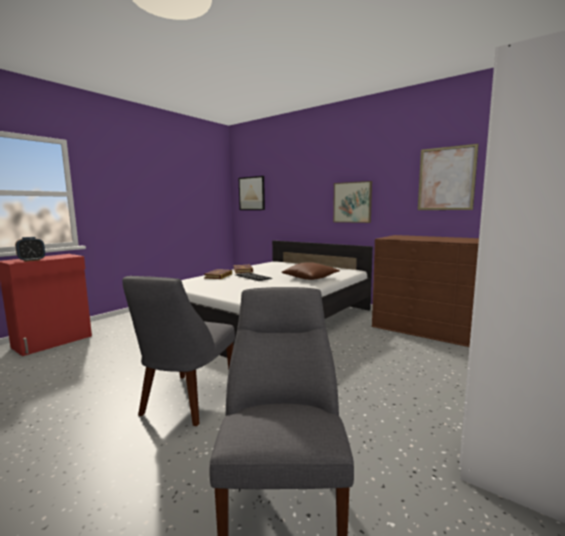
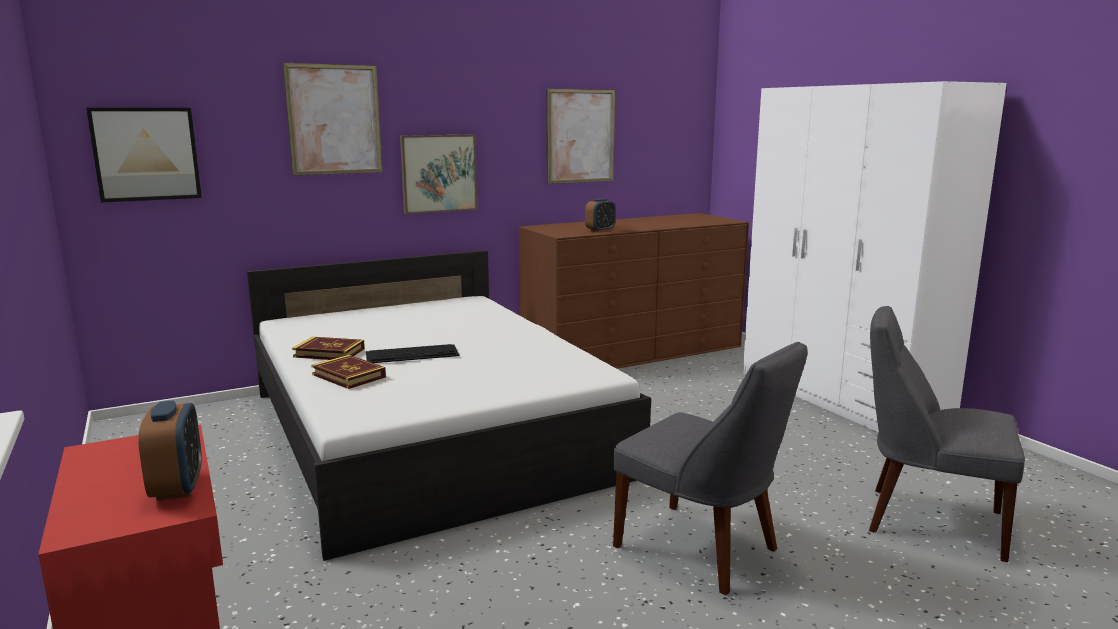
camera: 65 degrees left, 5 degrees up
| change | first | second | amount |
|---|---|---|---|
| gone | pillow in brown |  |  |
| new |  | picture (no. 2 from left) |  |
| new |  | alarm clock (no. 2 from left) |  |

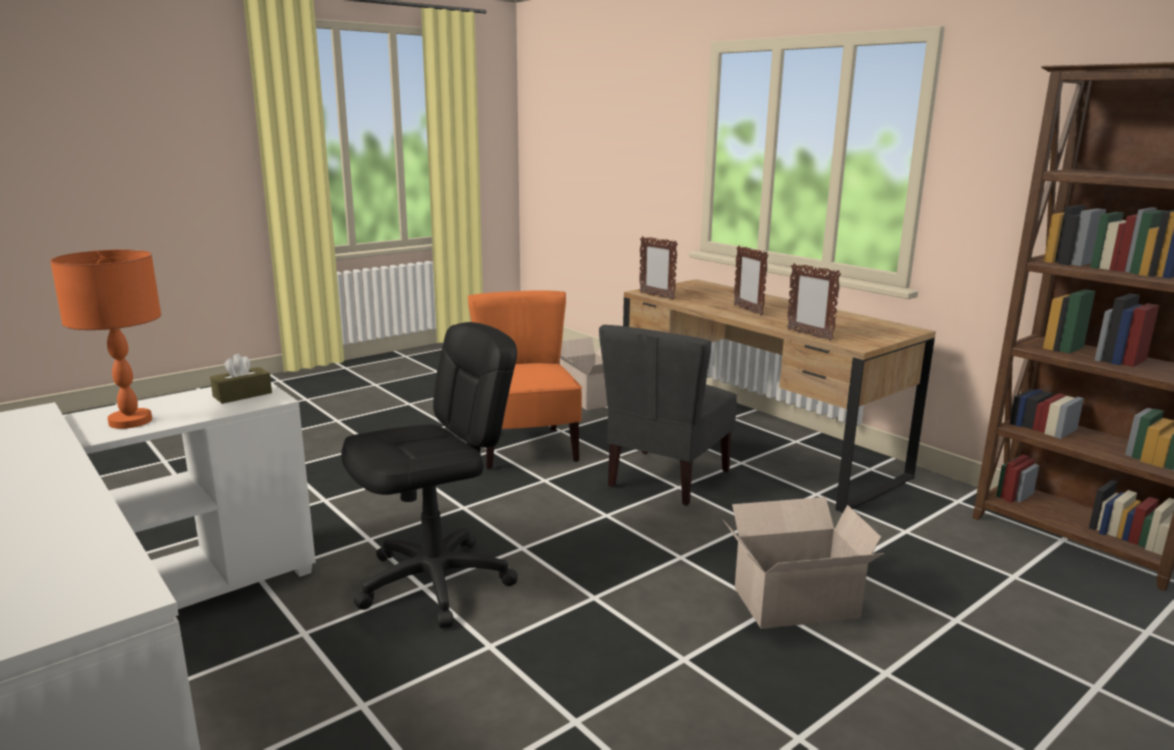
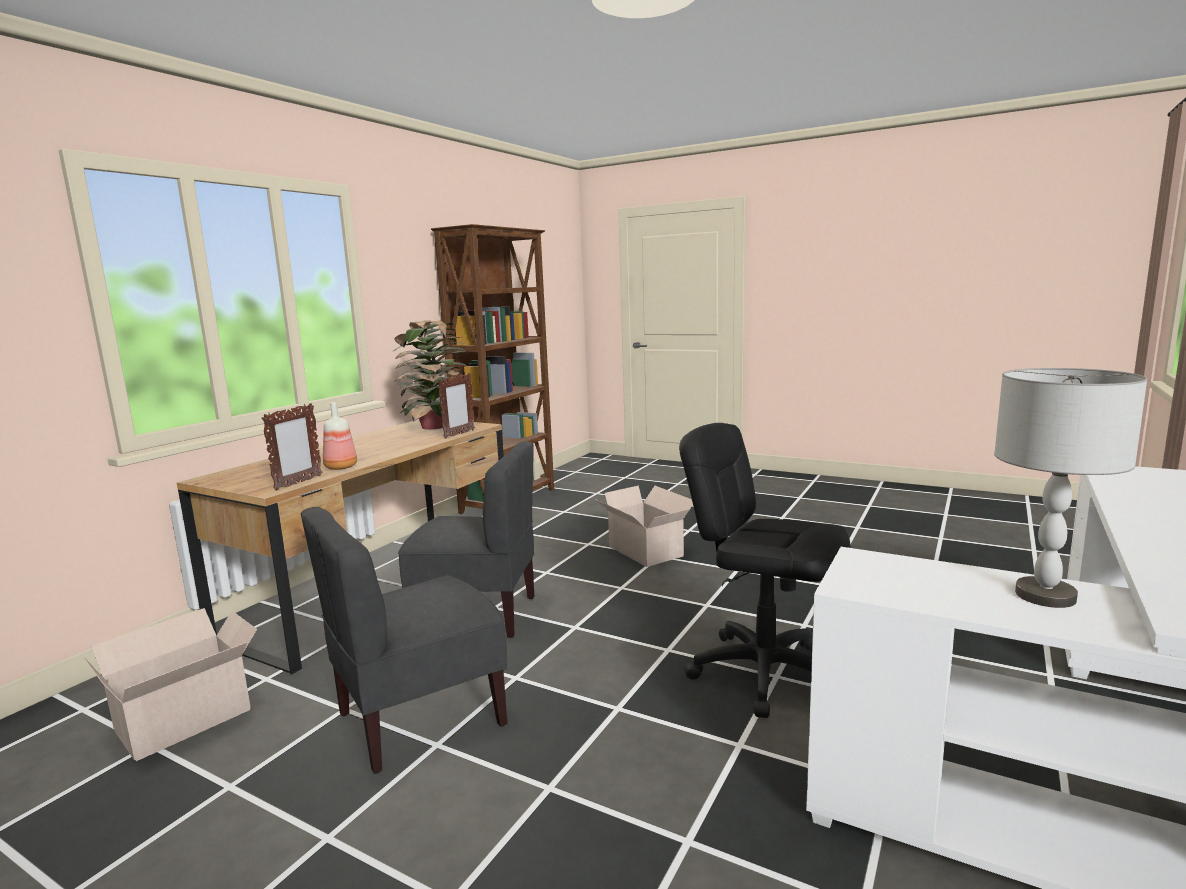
camera: 110 degrees left, 5 degrees down
| change | first | second | amount |
|---|---|---|---|
| repainted | table lamp in orange | table lamp in grey |  |
| gone | tissue box in brown |  |  |
| repainted | chair in orange | chair in grey (no. 1 from left) |  |
| gone | picture frame (no. 2 from left) |  |  |
| new |  | bottle |  |
| new |  | potted plant |  |

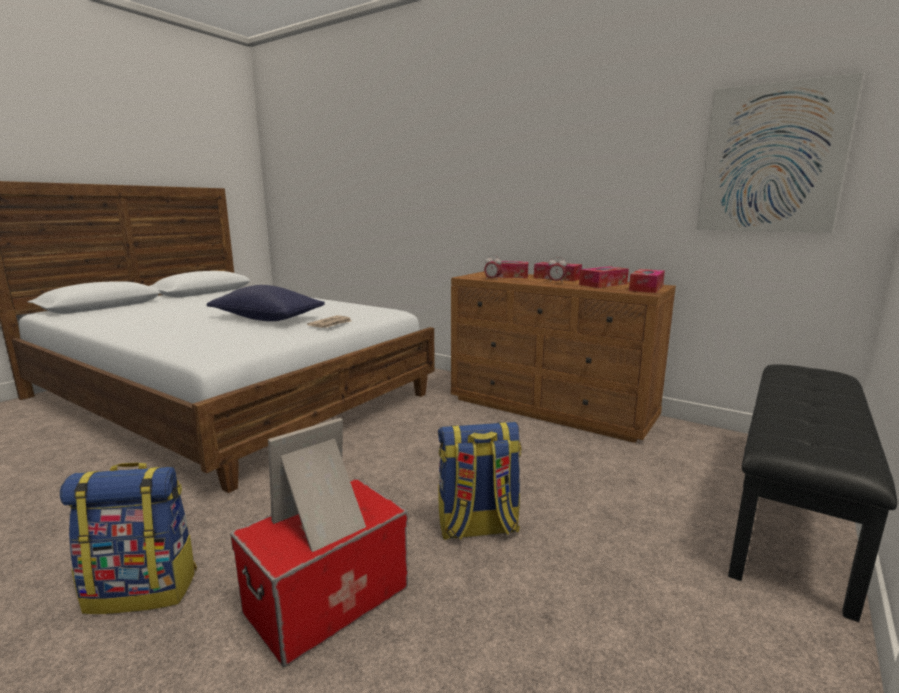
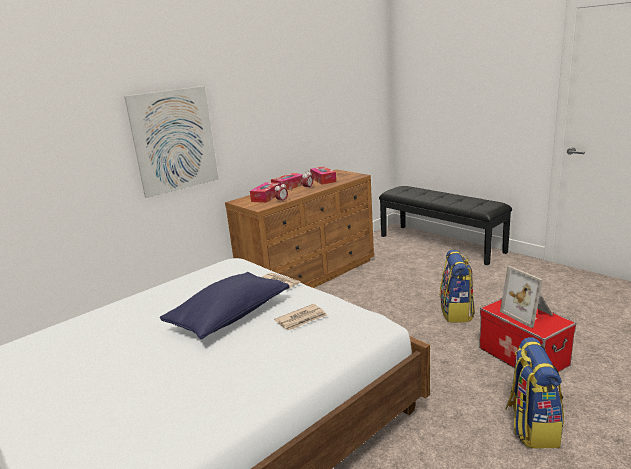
camera: 75 degrees left, 5 degrees up
| change | first | second | amount |
|---|---|---|---|
| gone | tissue box (no. 4 from left) |  |  |
| shifted | picture |  |  |
| new |  | newspaper (no. 2 from left) |  |

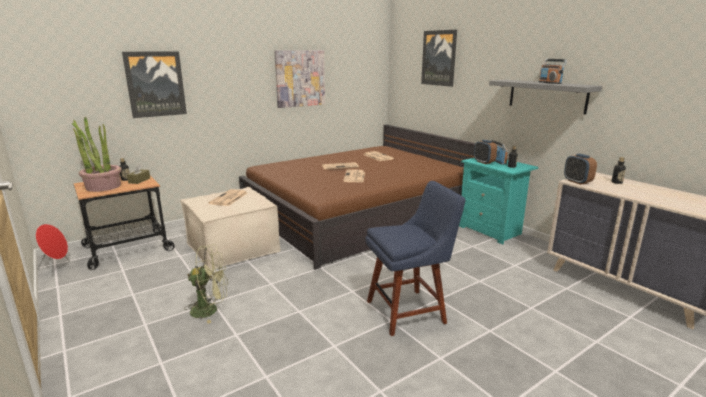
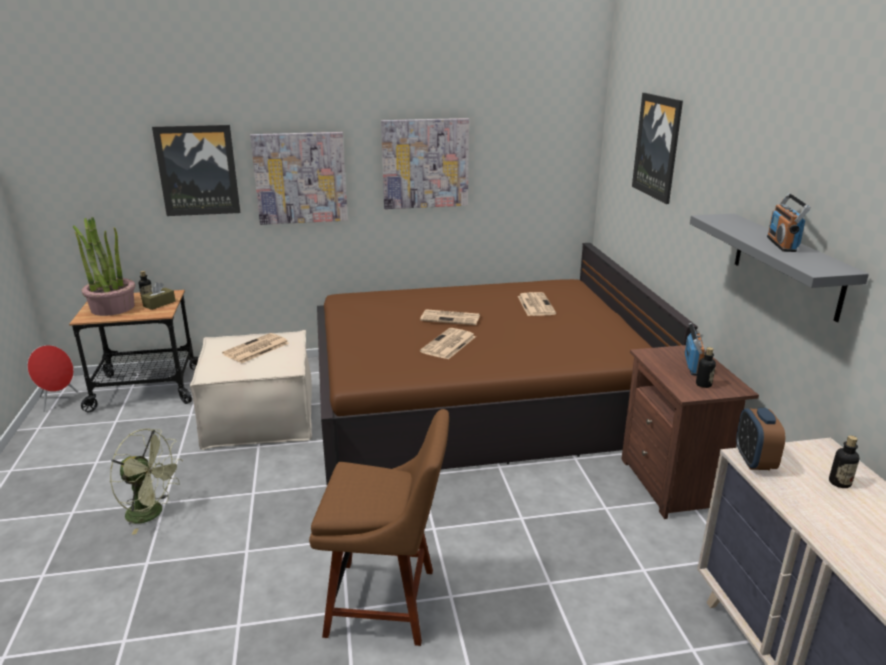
camera: 25 degrees right, 5 degrees up
| change | first | second | amount |
|---|---|---|---|
| repainted | chair in blue | chair in brown |  |
| repainted | nightstand in turquoise | nightstand in brown |  |
| gone | alarm clock (no. 1 from left) |  |  |
| new |  | picture (no. 2 from left) |  |

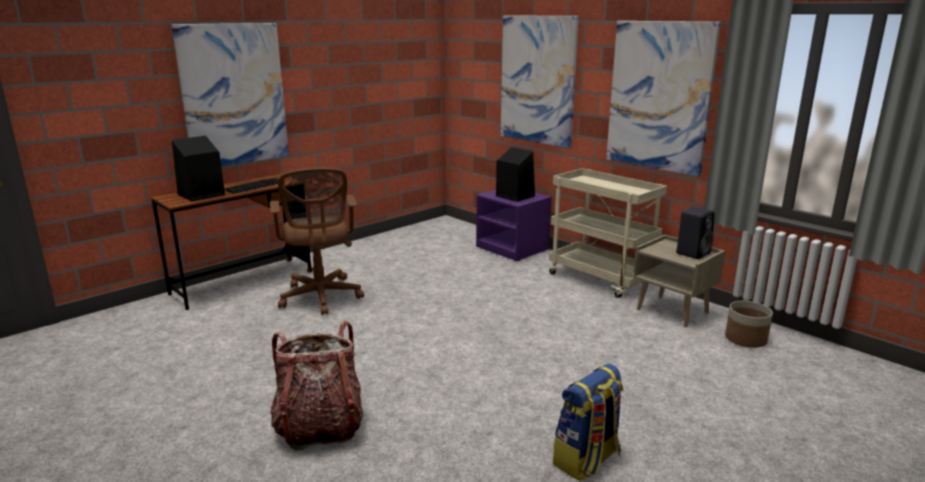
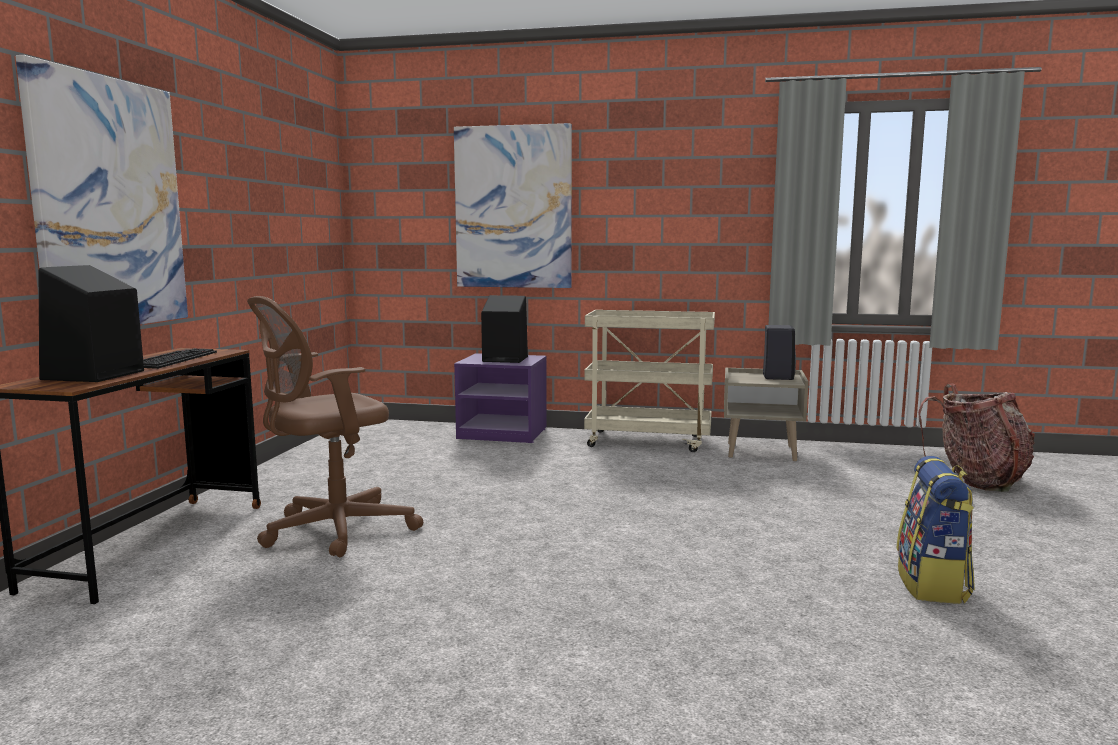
camera: 35 degrees left, 10 degrees down
| change | first | second | amount |
|---|---|---|---|
| rotated | office chair in brown |  | 105 degrees clockwise |
| shifted | backpack (no. 1 from left in the first image) | backpack (no. 2 from left) |  |
| gone | picture (no. 3 from left) |  |  |
| gone | planter |  |  |

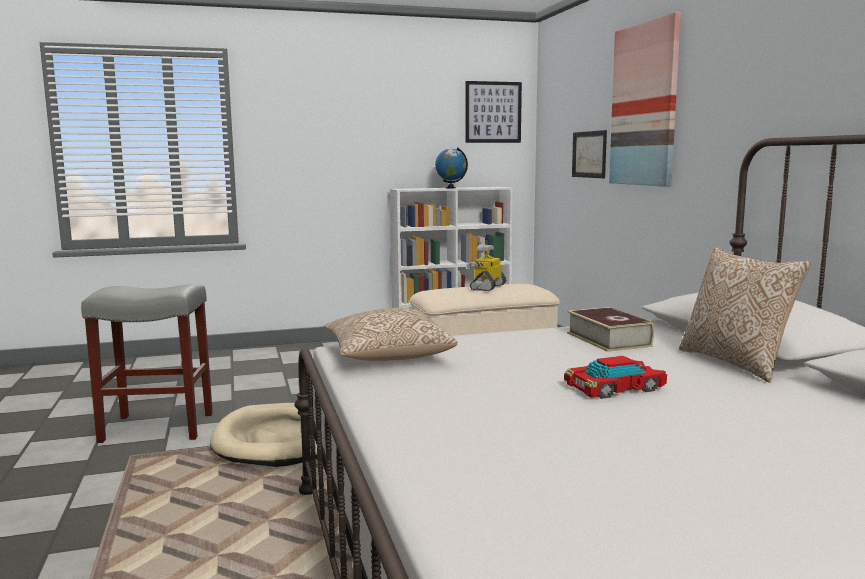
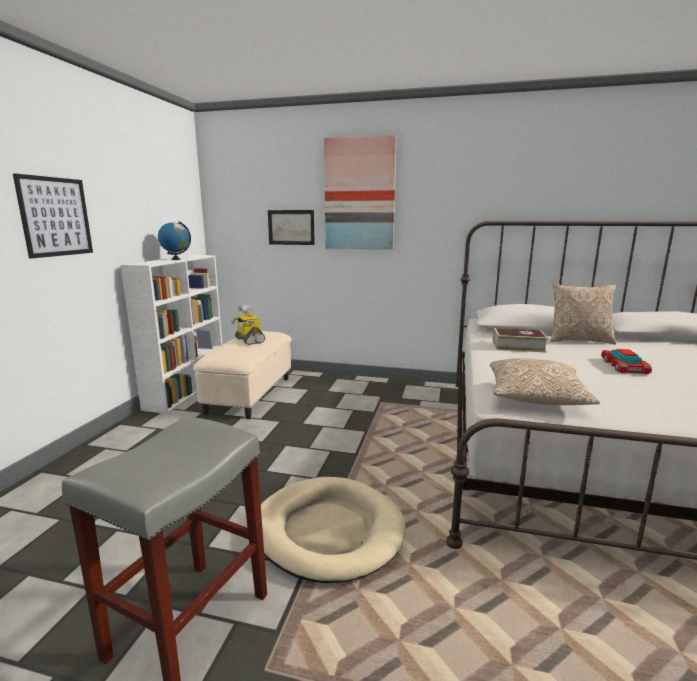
camera: 60 degrees left, 5 degrees up
| change | first | second | amount |
|---|---|---|---|
| shifted | picture (no. 1 from left) |  |  |

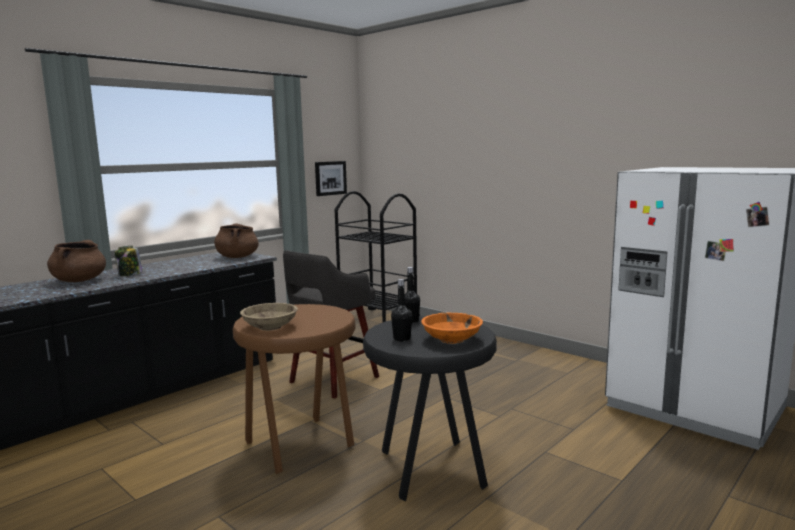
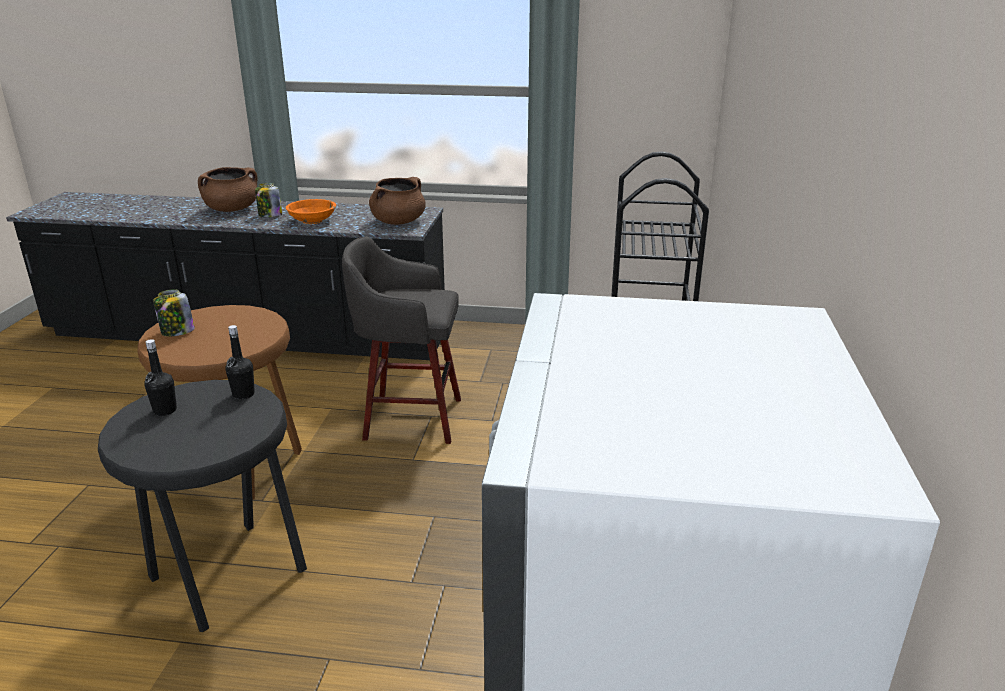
camera: 55 degrees right, 15 degrees up
| change | first | second | amount |
|---|---|---|---|
| swapped | bowl in beige | jar (no. 1 from left) |  |
| gone | picture |  |  |
| shifted | bowl in orange |  |  |

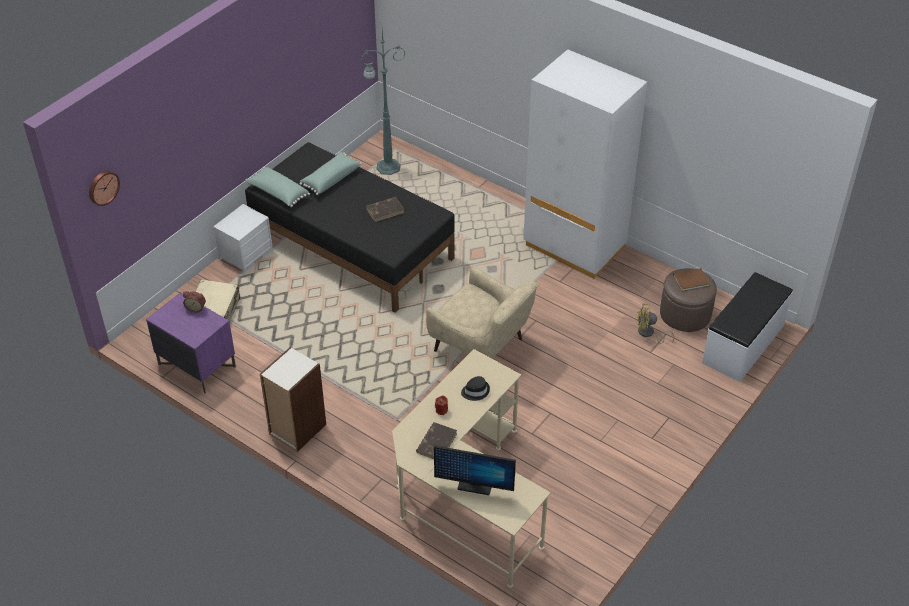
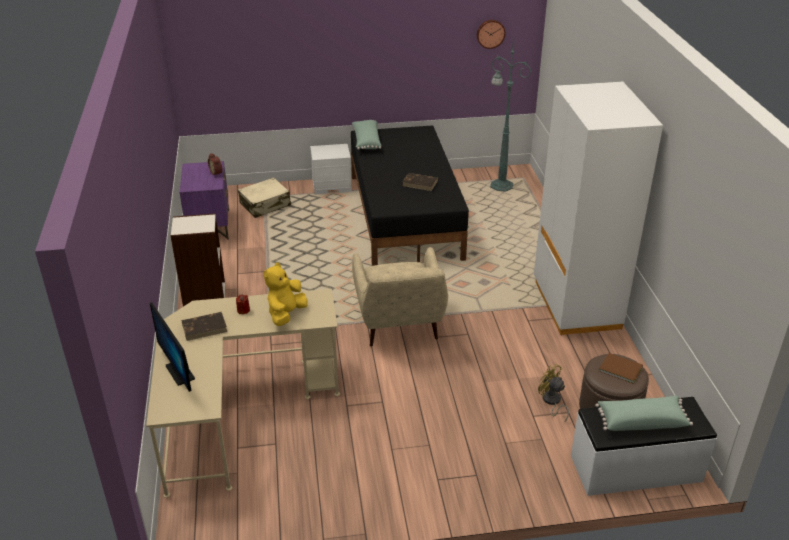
camera: 45 degrees right, 10 degrees down
| change | first | second | amount |
|---|---|---|---|
| shifted | wall clock |  |  |
| shifted | pillow in green (no. 2 from left) |  |  |
| swapped | hat in black | plush toy in yellow |  |

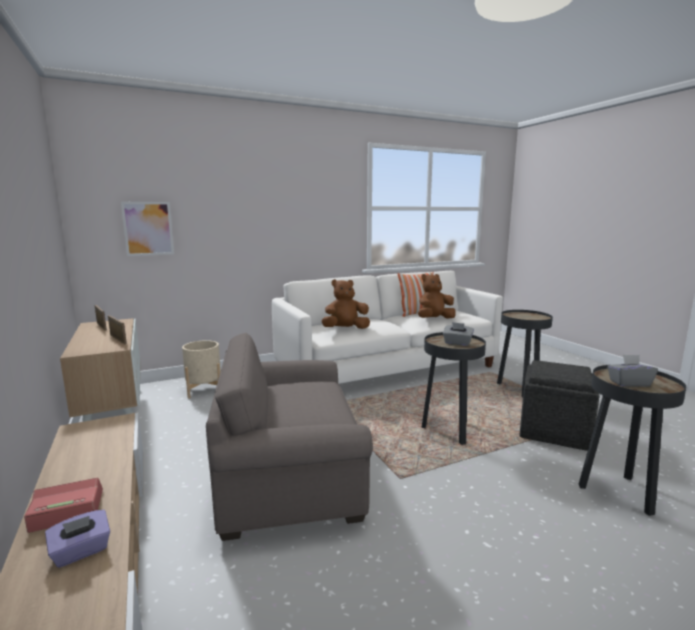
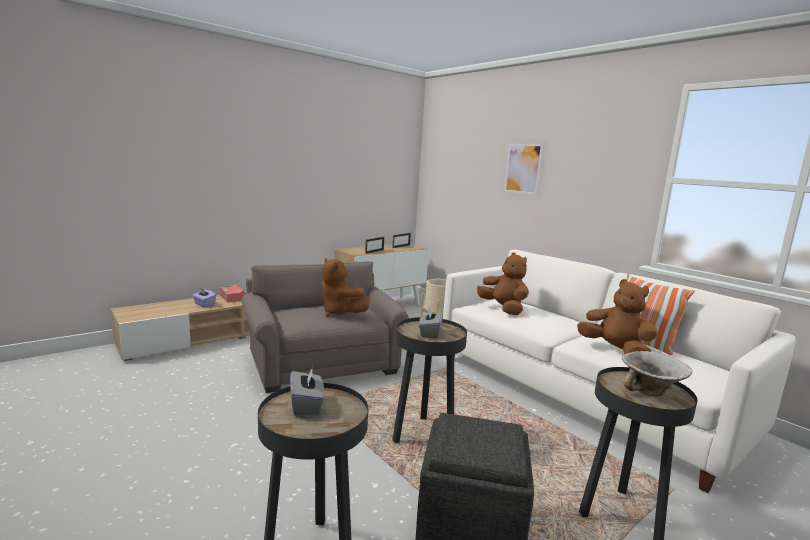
camera: 75 degrees right, 0 degrees up
| change | first | second | amount |
|---|---|---|---|
| shifted | picture |  |  |
| new |  | plush toy in brown (no. 1 from left) |  |
| new |  | bowl |  |

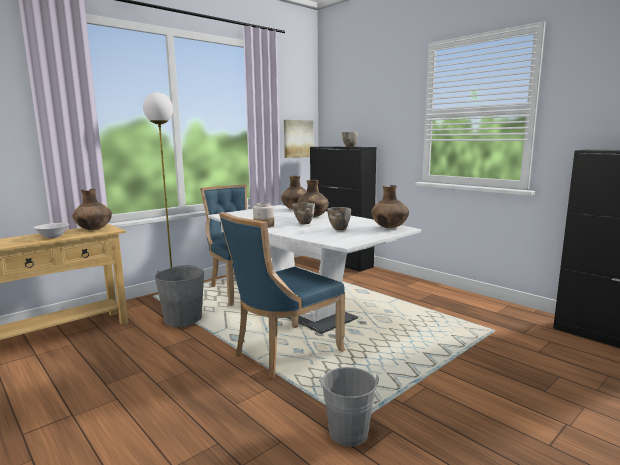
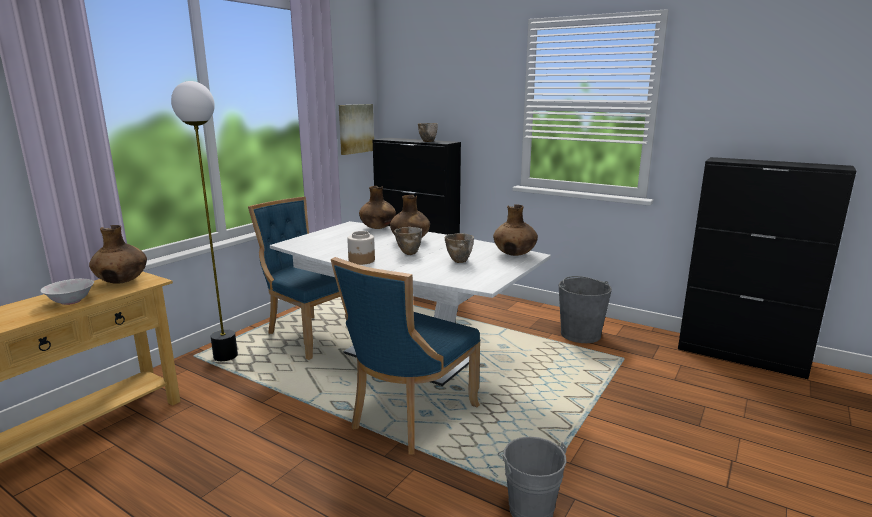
camera: 15 degrees left, 5 degrees up
| change | first | second | amount |
|---|---|---|---|
| shifted | bucket in grey (no. 1 from left in the first image) | bucket in grey (no. 2 from left) |  |

